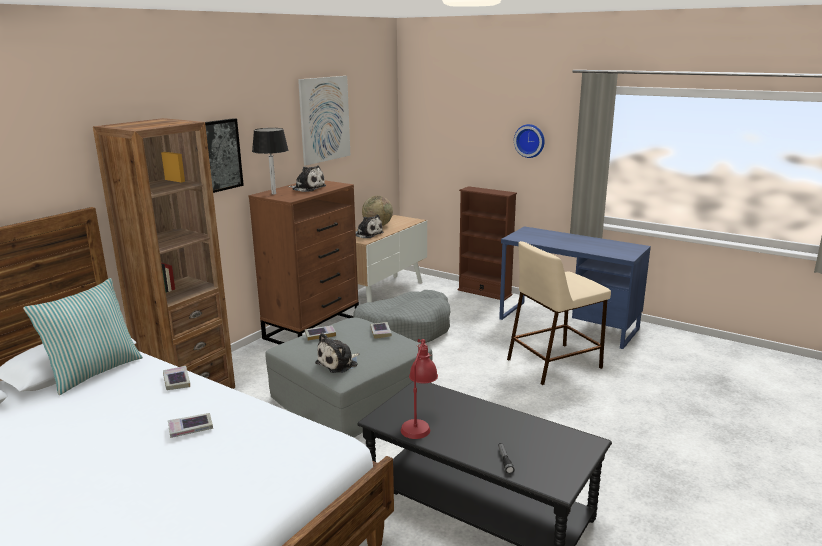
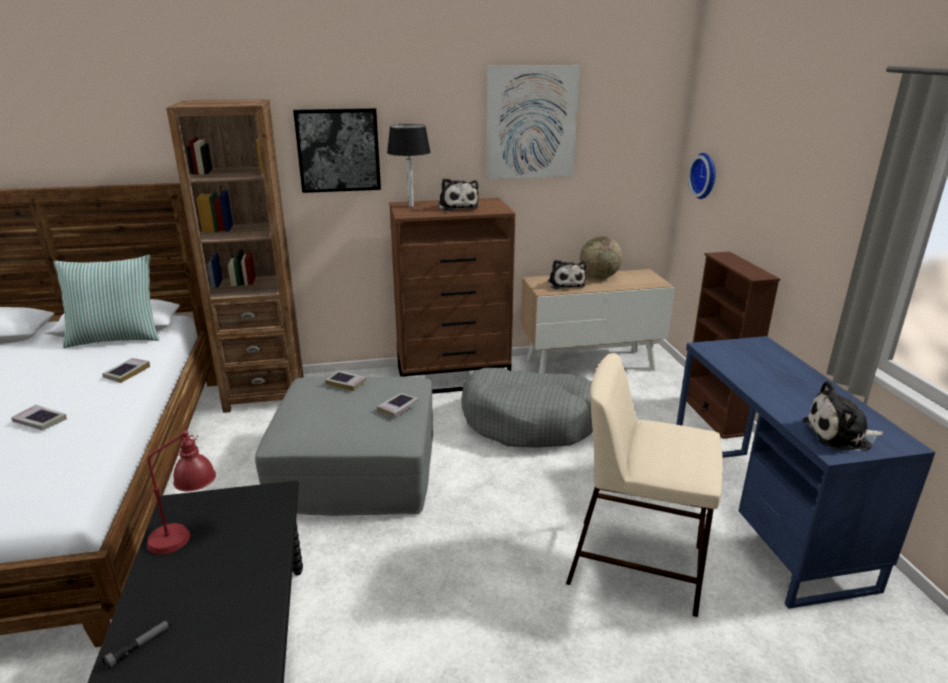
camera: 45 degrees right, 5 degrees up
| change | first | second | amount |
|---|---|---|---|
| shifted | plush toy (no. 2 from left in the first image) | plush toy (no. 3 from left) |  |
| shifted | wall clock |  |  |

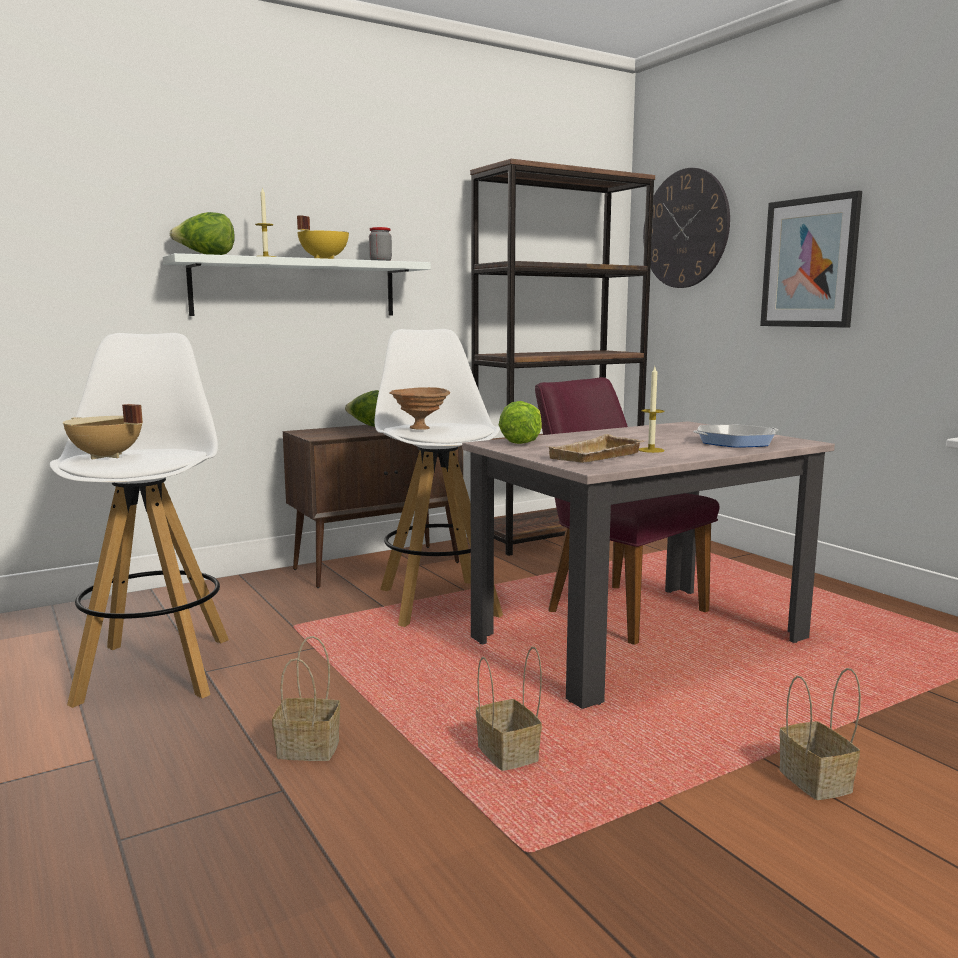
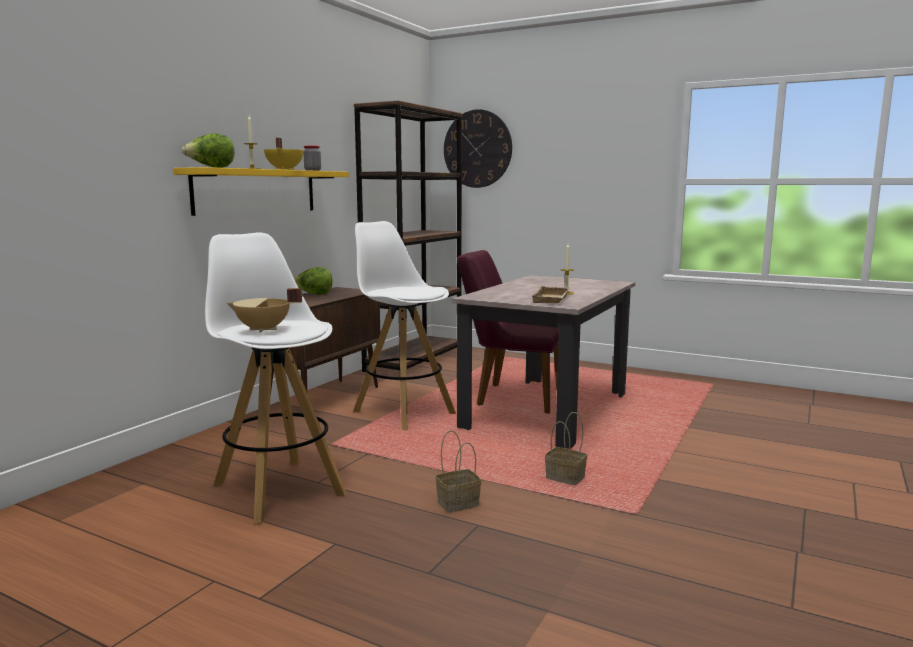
camera: 30 degrees left, 0 degrees up
| change | first | second | amount |
|---|---|---|---|
| repainted | shelf in white | shelf in yellow |  |
| gone | bowl in brown |  |  |
| gone | lettuce (no. 3 from left) |  |  |
| gone | frying pan |  |  |
| gone | picture |  |  |
| gone | basket (no. 3 from left) |  |  |

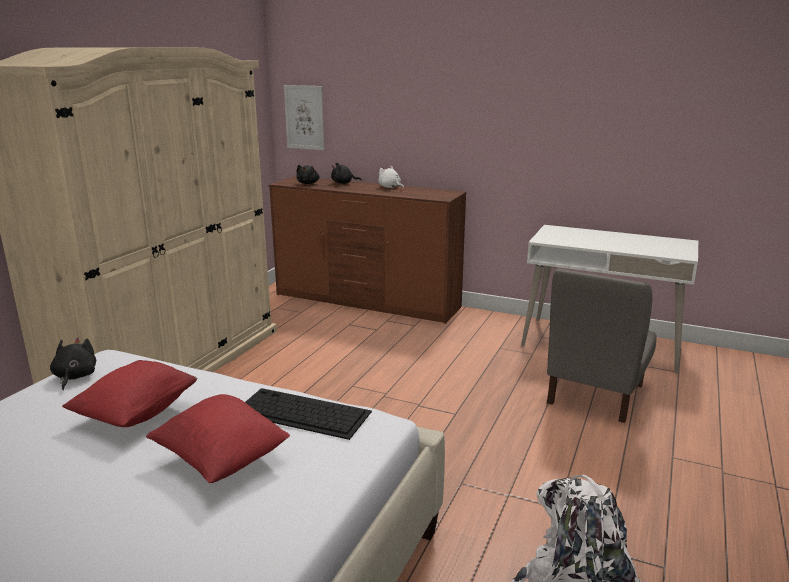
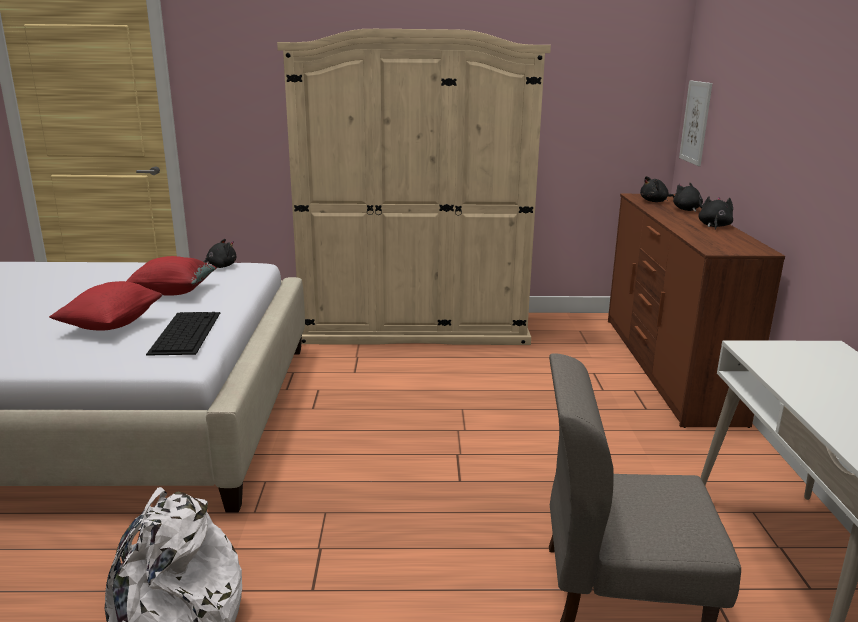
camera: 65 degrees right, 0 degrees up
| change | first | second | amount |
|---|---|---|---|
| repainted | plush toy in white | plush toy in black (no. 4 from left) |  |

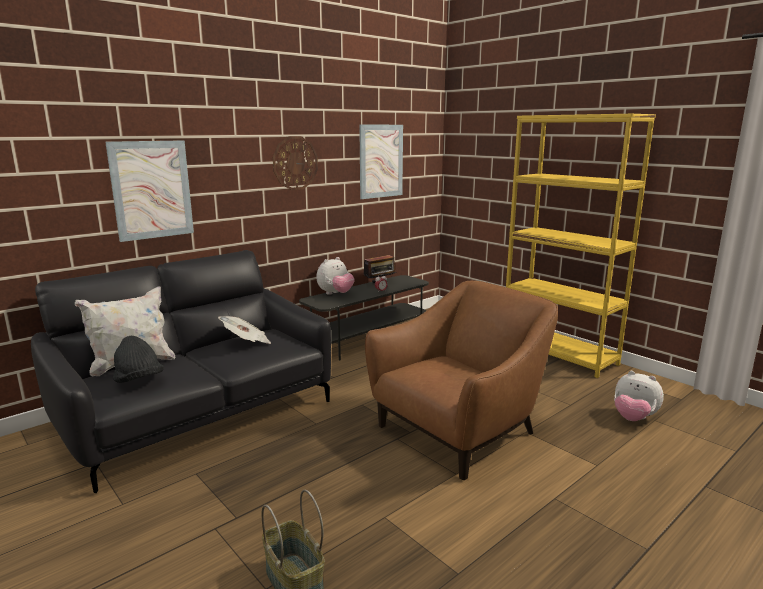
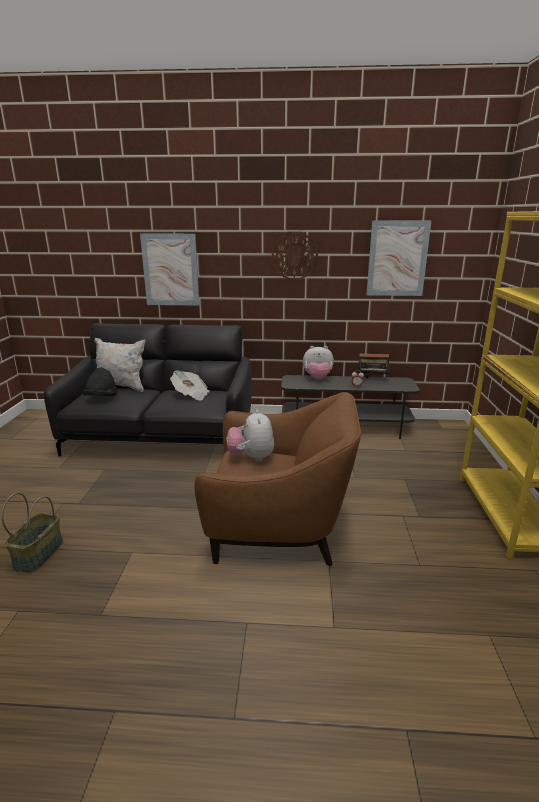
camera: 45 degrees right, 5 degrees up
| change | first | second | amount |
|---|---|---|---|
| shifted | plush toy (no. 2 from left in the first image) | plush toy (no. 1 from left) |  |

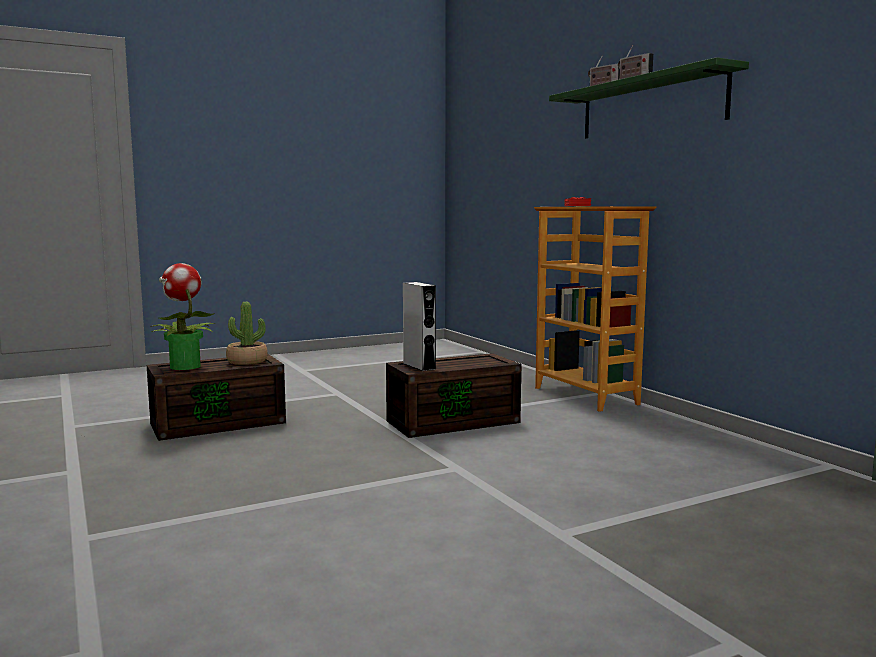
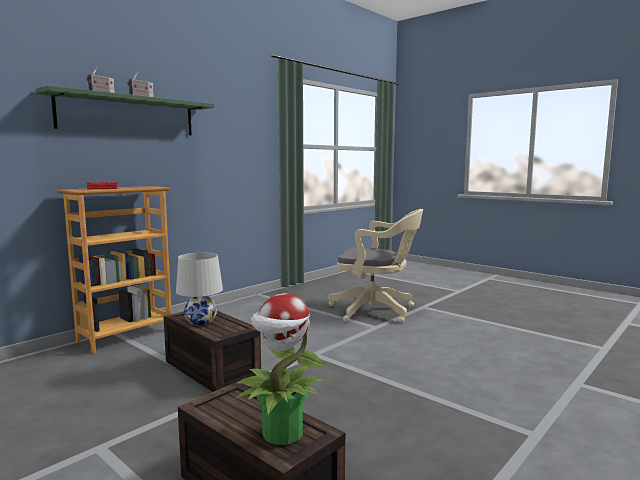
camera: 110 degrees left, 0 degrees up
| change | first | second | amount |
|---|---|---|---|
| gone | potted plant (no. 2 from left) |  |  |
| gone | speaker in grey |  |  |
| new |  | table lamp in white |  |
| new |  | office chair in beige |  |

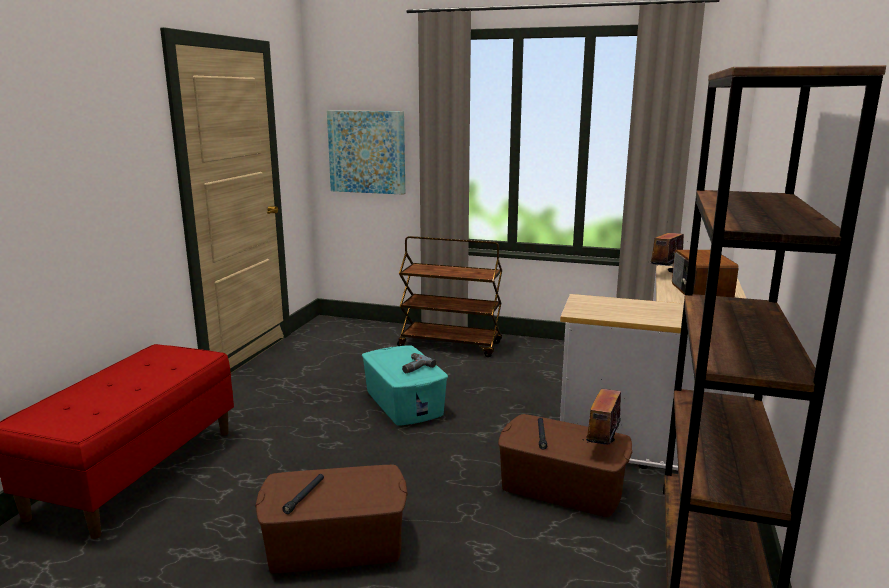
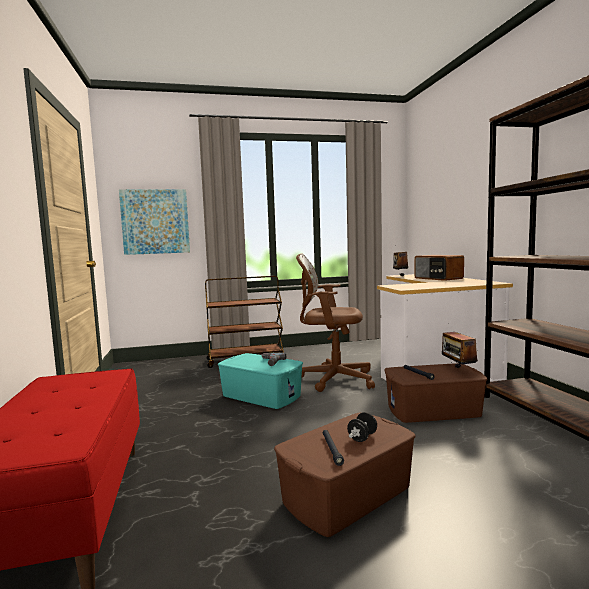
camera: 30 degrees left, 10 degrees down
| change | first | second | amount |
|---|---|---|---|
| new |  | office chair in brown |  |
| new |  | dumbbell in black |  |

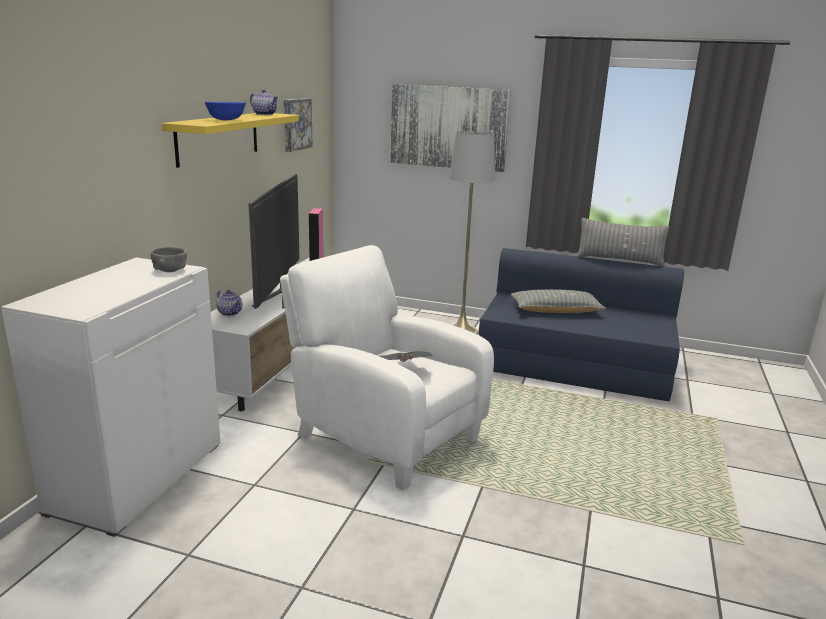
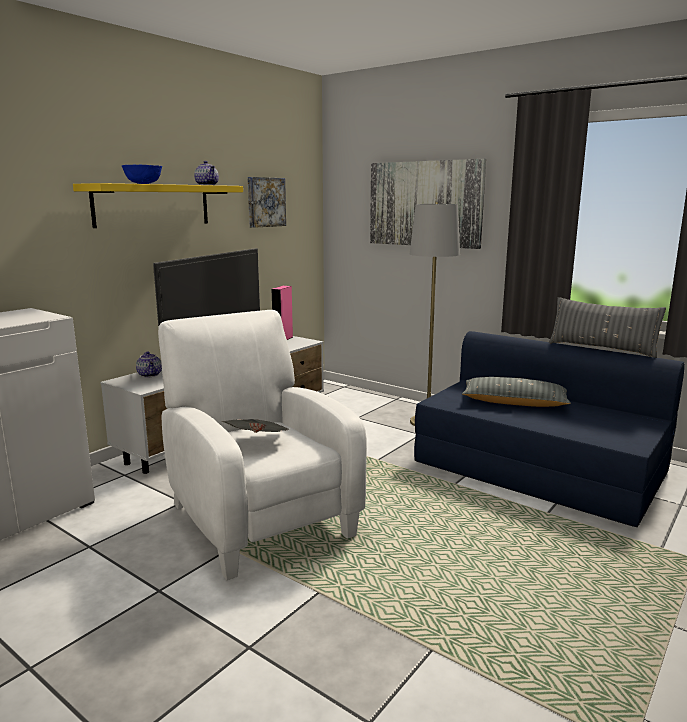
camera: 20 degrees right, 5 degrees down
| change | first | second | amount |
|---|---|---|---|
| gone | bowl in grey |  |  |

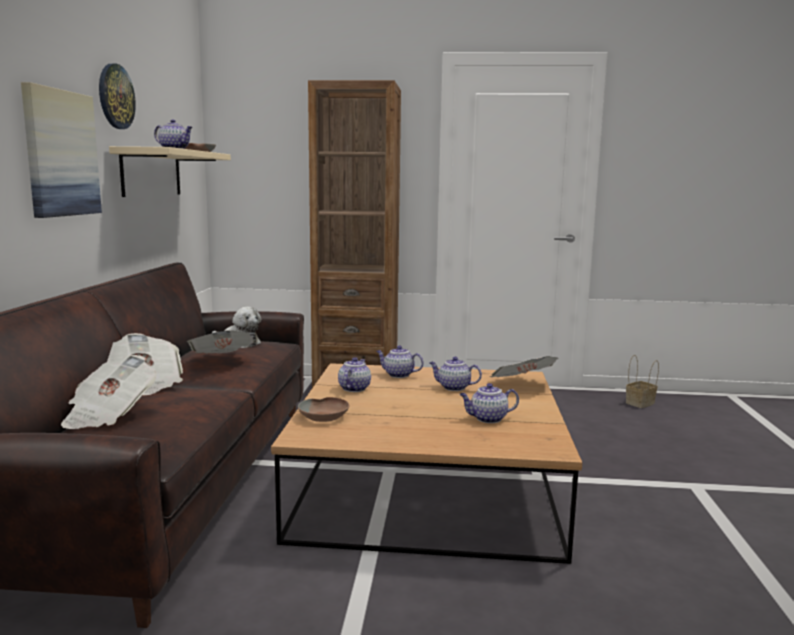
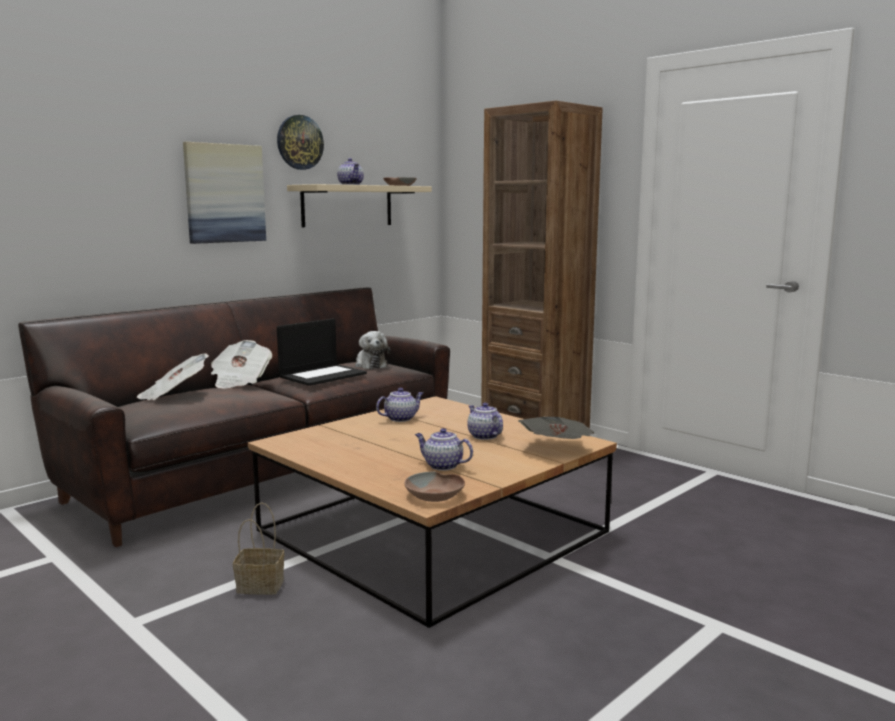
camera: 40 degrees right, 0 degrees up
| change | first | second | amount |
|---|---|---|---|
| swapped | newspaper (no. 3 from left) | laptop |  |
| shifted | bowl in brown (no. 2 from left) |  |  |
| gone | teapot (no. 3 from left) |  |  |
| shifted | basket |  |  |

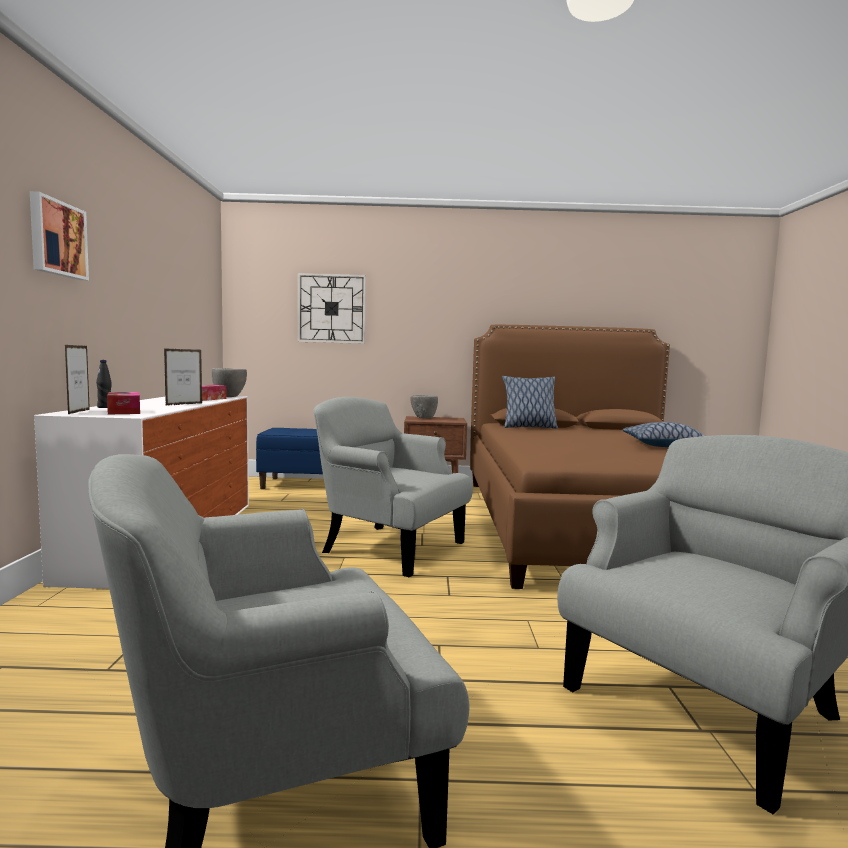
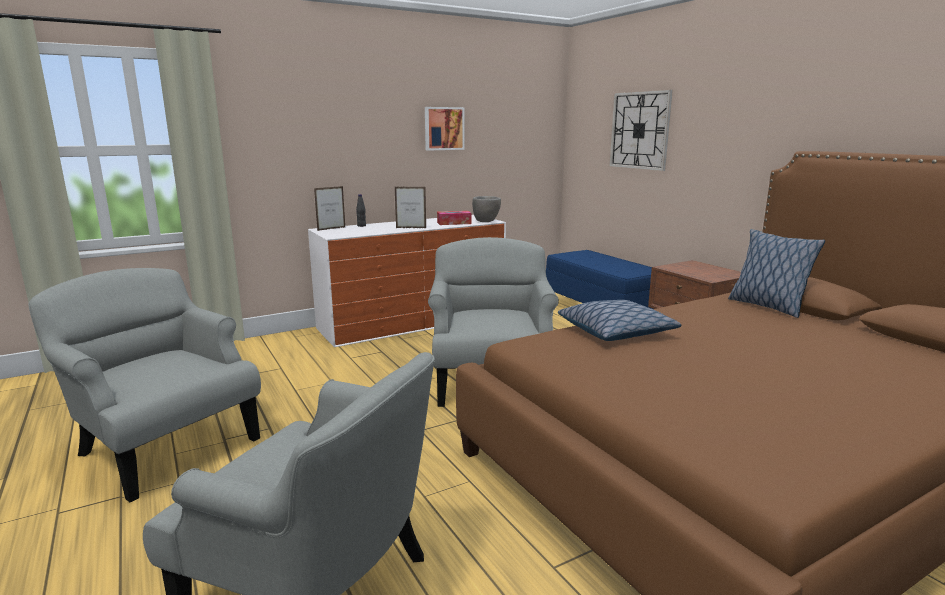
camera: 60 degrees right, 10 degrees up
| change | first | second | amount |
|---|---|---|---|
| shifted | picture |  |  |
| gone | tissue box (no. 1 from left) |  |  |
| gone | bowl in grey (no. 2 from left) |  |  |
| shifted | pillow (no. 2 from left in the first image) | pillow (no. 1 from left) |  |

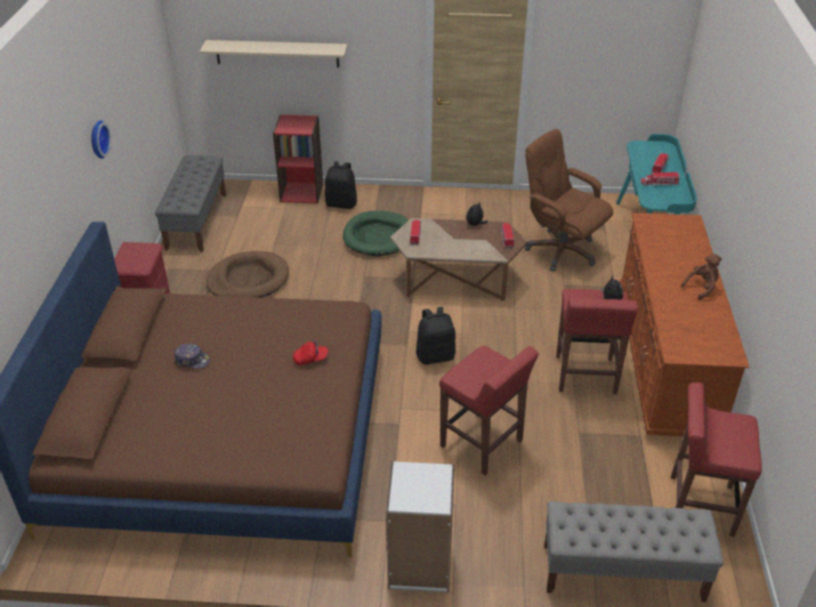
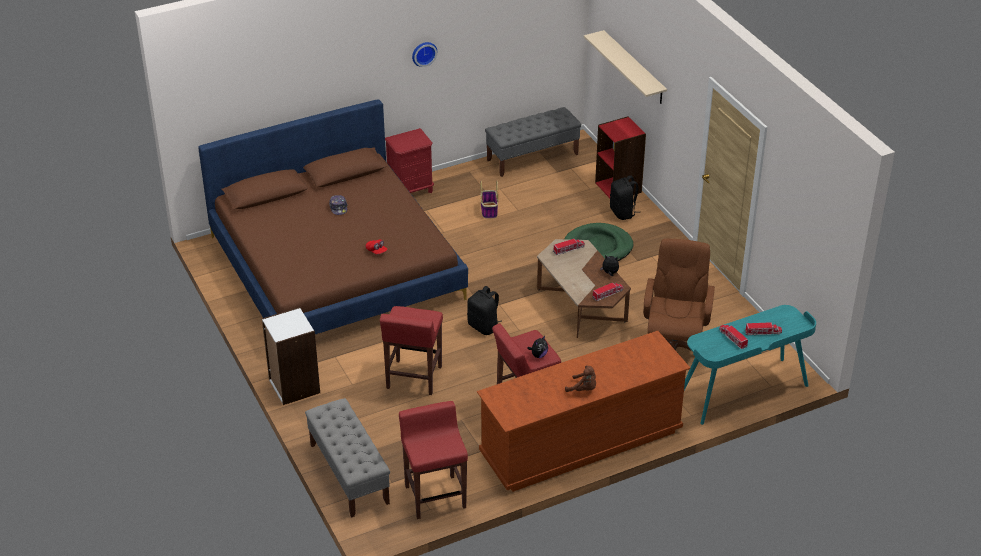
camera: 60 degrees right, 0 degrees up
| change | first | second | amount |
|---|---|---|---|
| swapped | dog bed in brown | basket |  |

